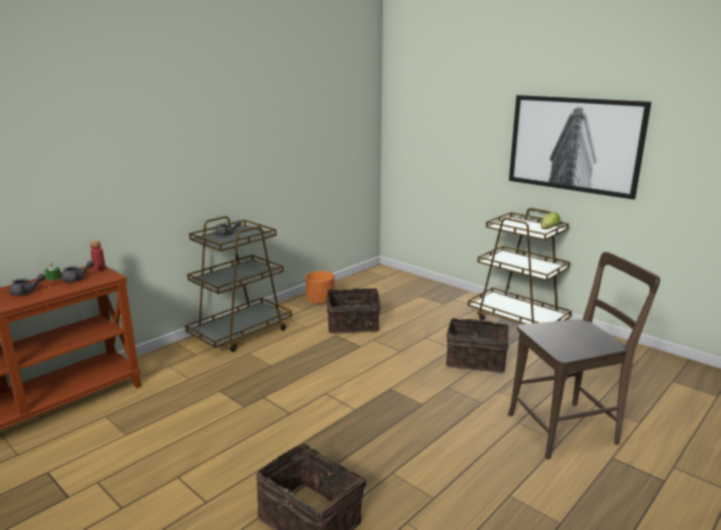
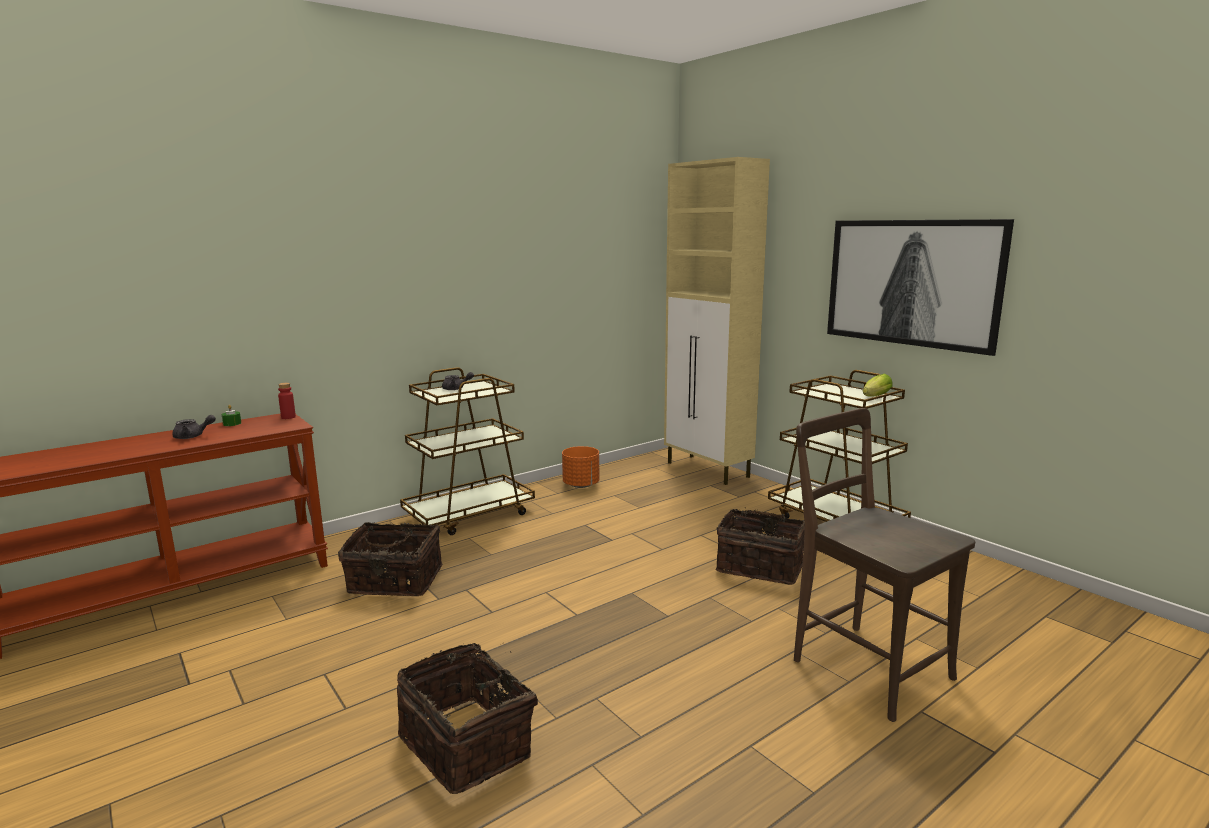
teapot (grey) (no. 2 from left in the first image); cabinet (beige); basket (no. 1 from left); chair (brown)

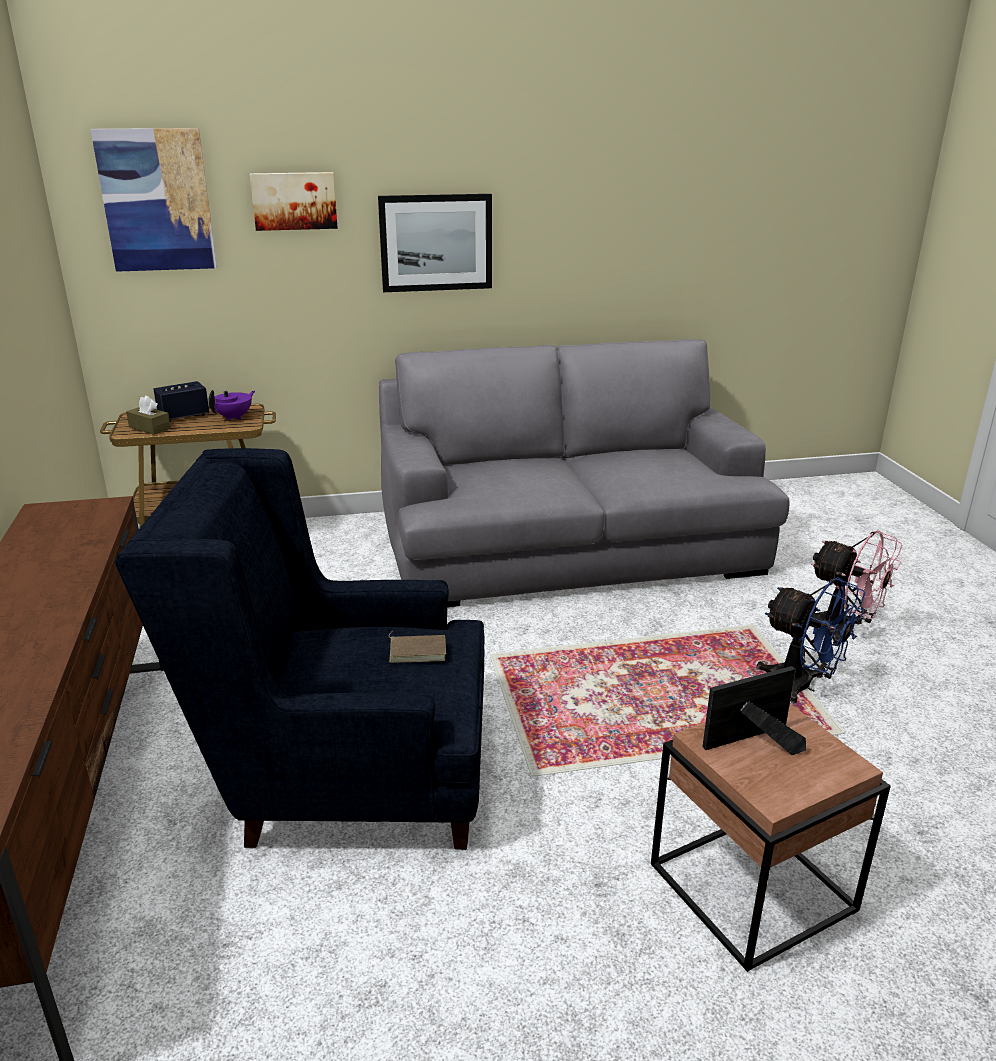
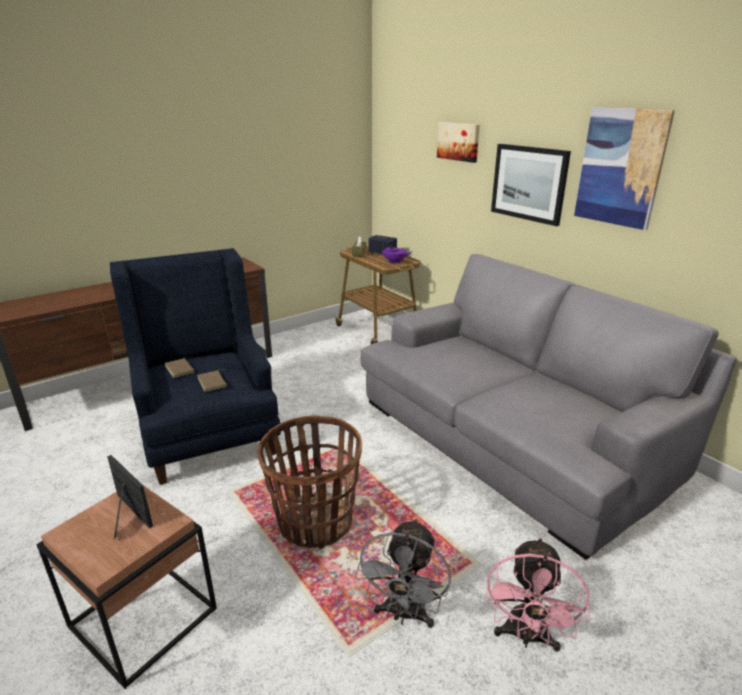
book (brown) (no. 1 from left); basket; picture (no. 3 from left); fan (grey)

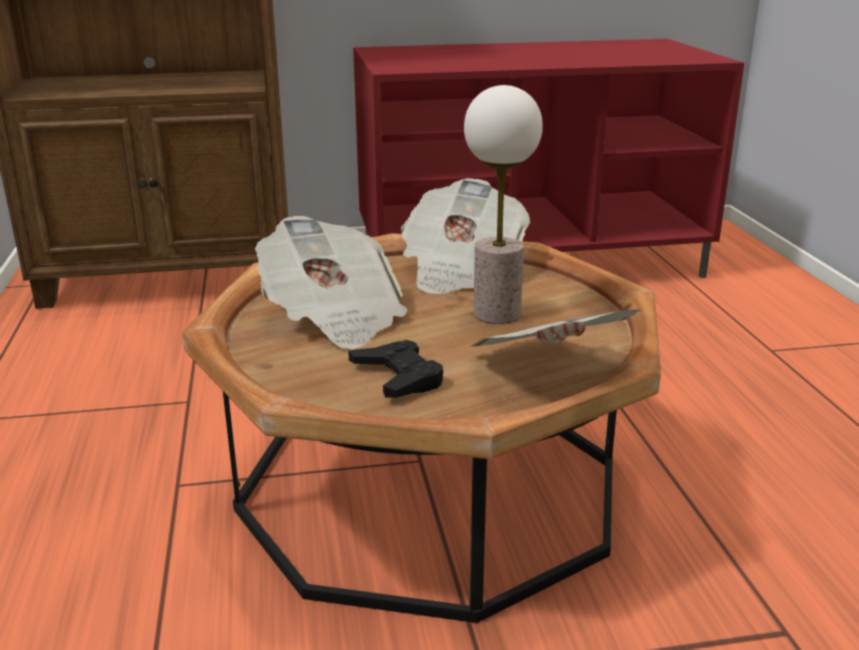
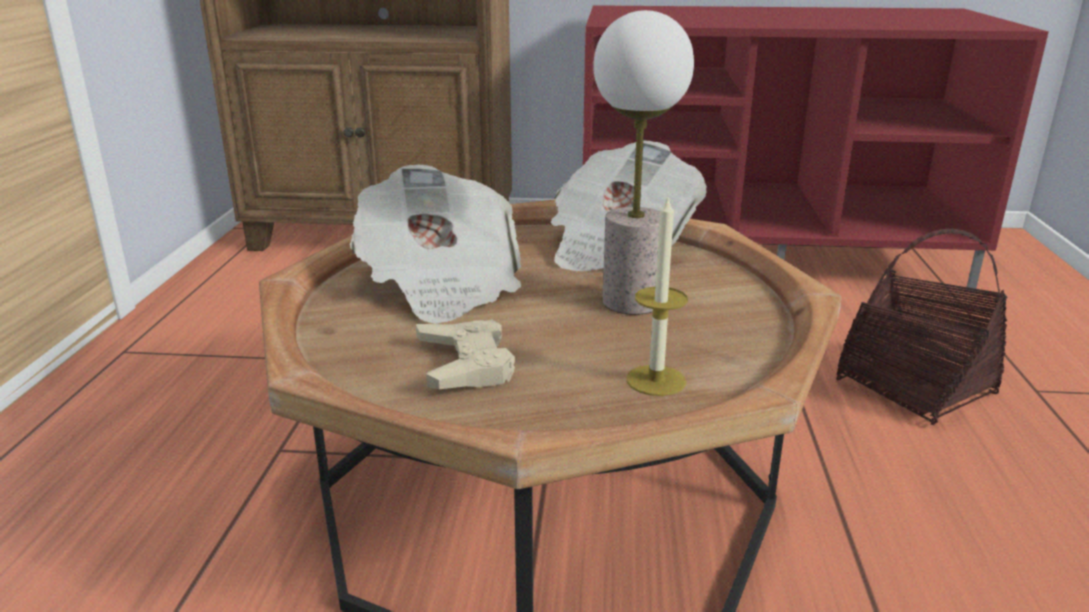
basket; candle; game controller (beige)

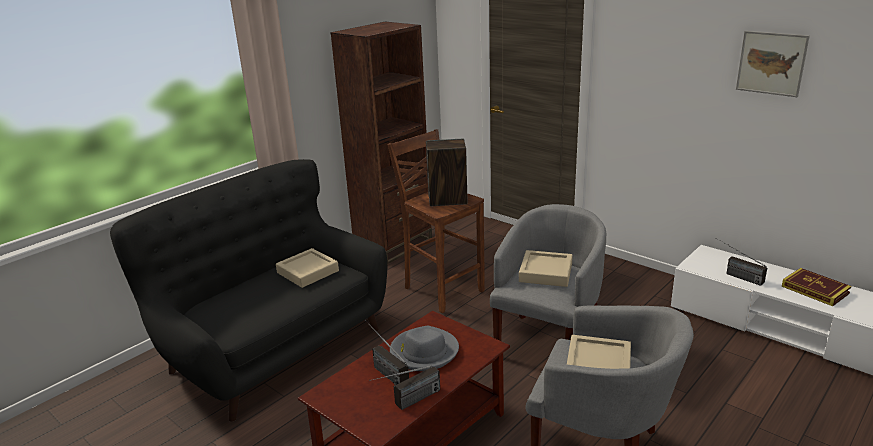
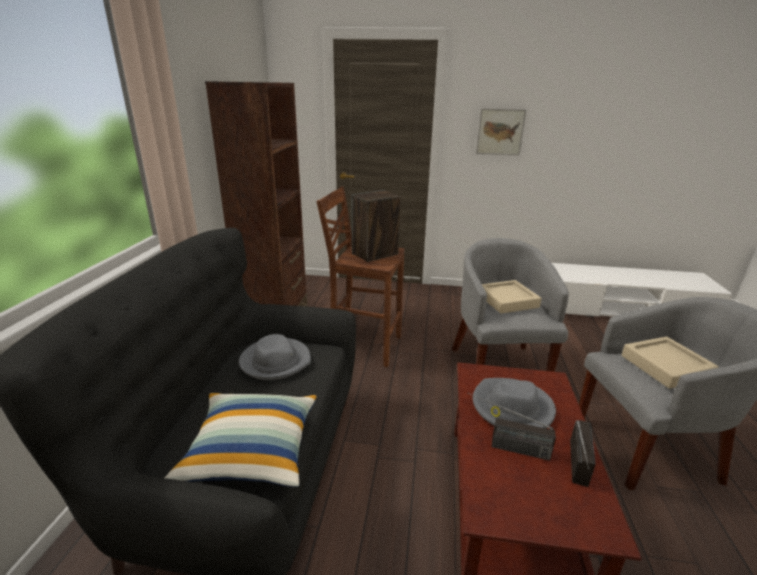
radio (no. 3 from left in the first image); book; pillow; picture; hat (grey) (no. 1 from left)

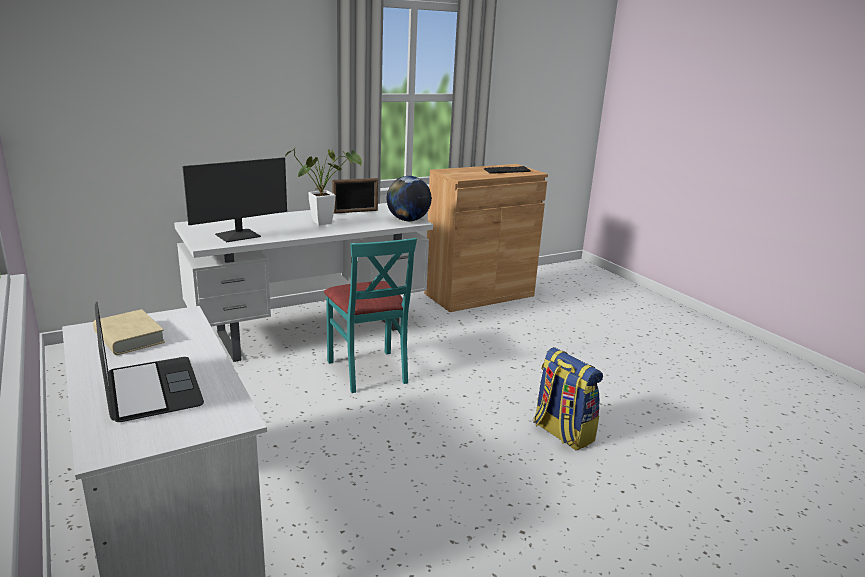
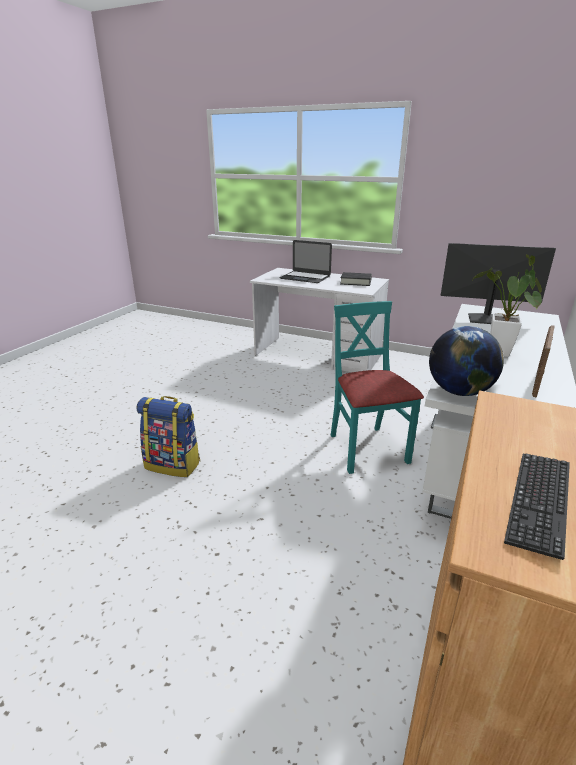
book (black); monitor; chair (turquoise)

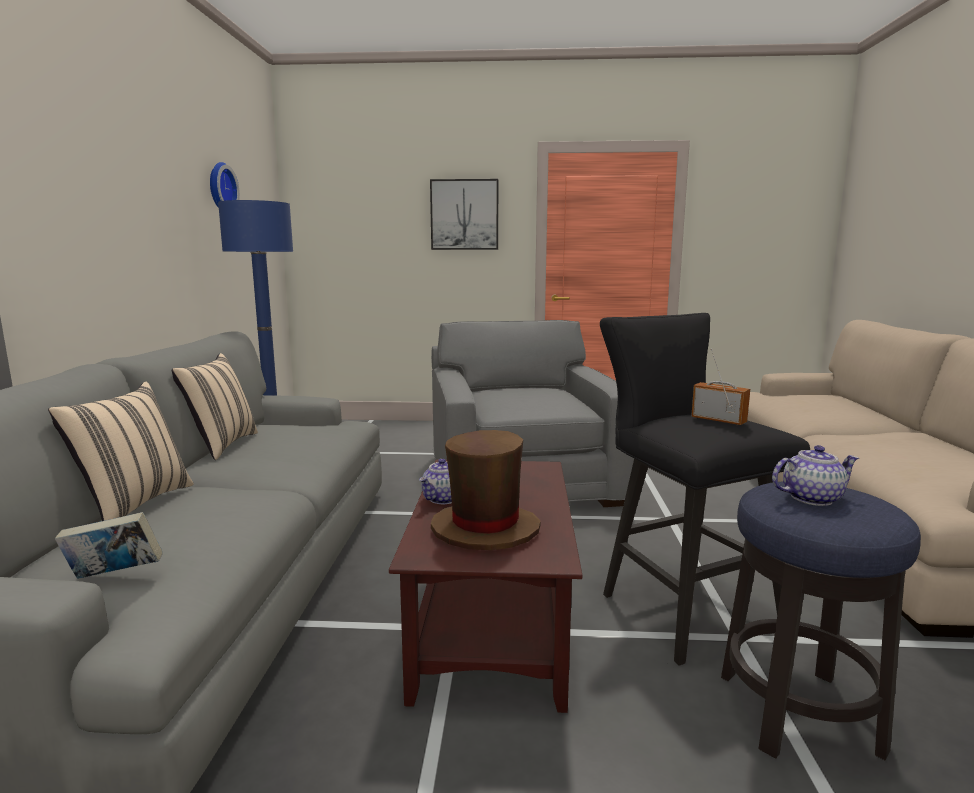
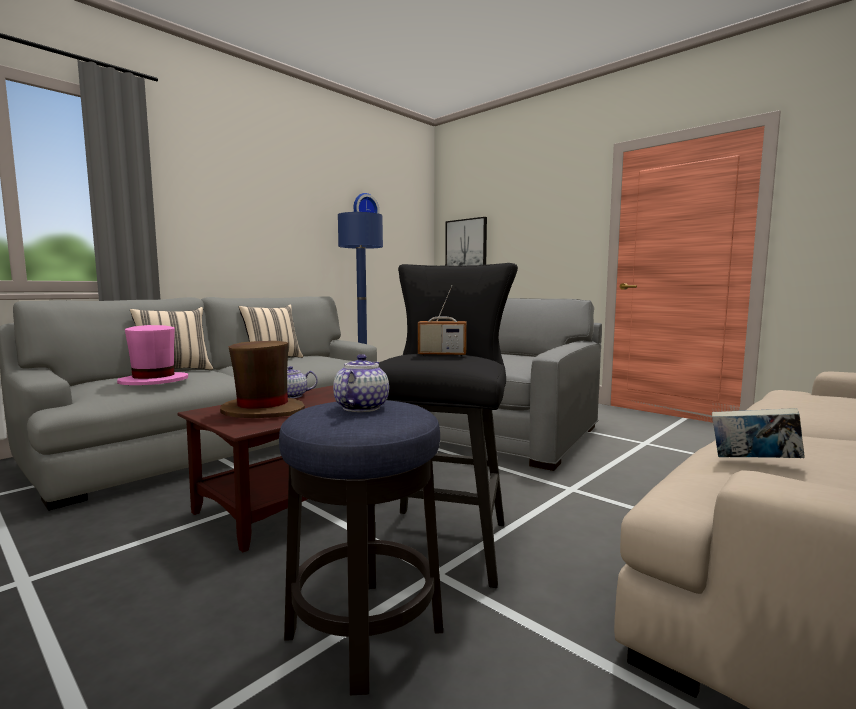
hat (pink); book; picture; radio; teapot (no. 2 from left)

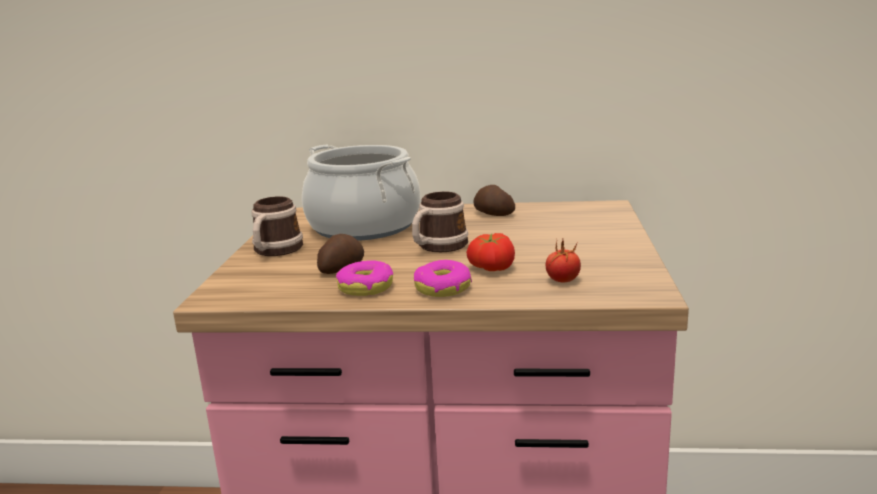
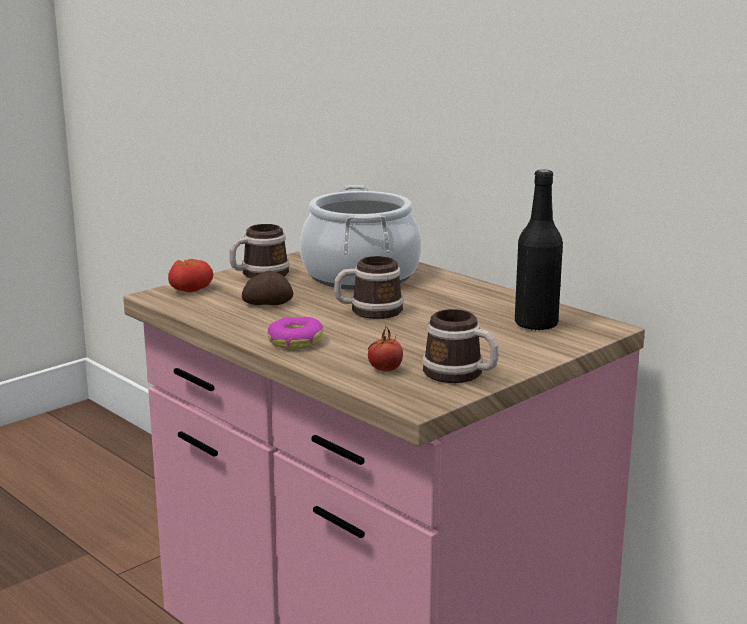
donut (no. 1 from left in the first image); potato (no. 2 from left in the first image); mug (no. 3 from left); bottle (black); tomato (no. 1 from left)

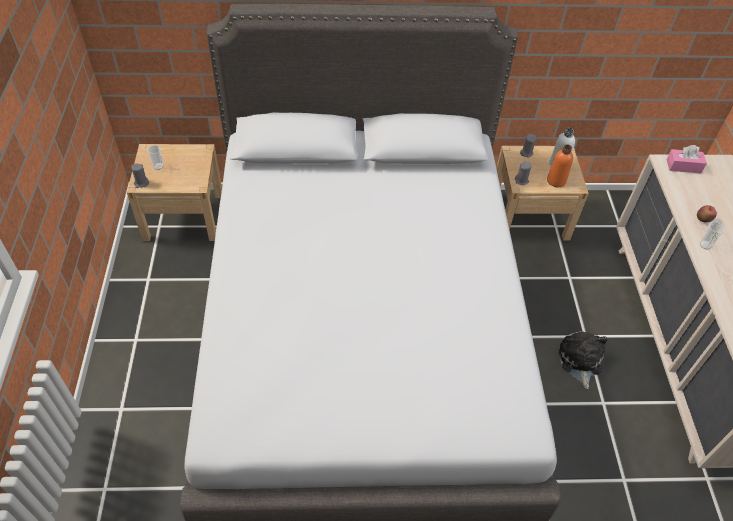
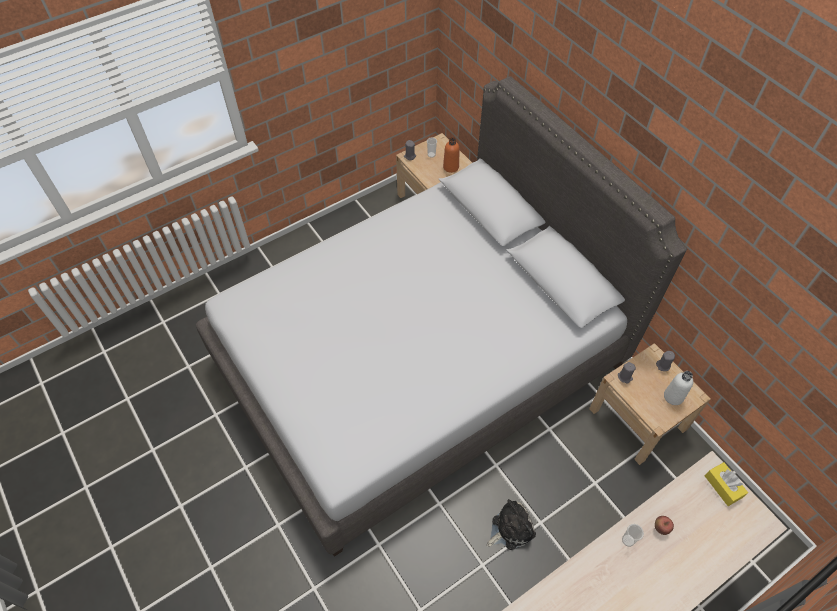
bottle (orange); tissue box (yellow)

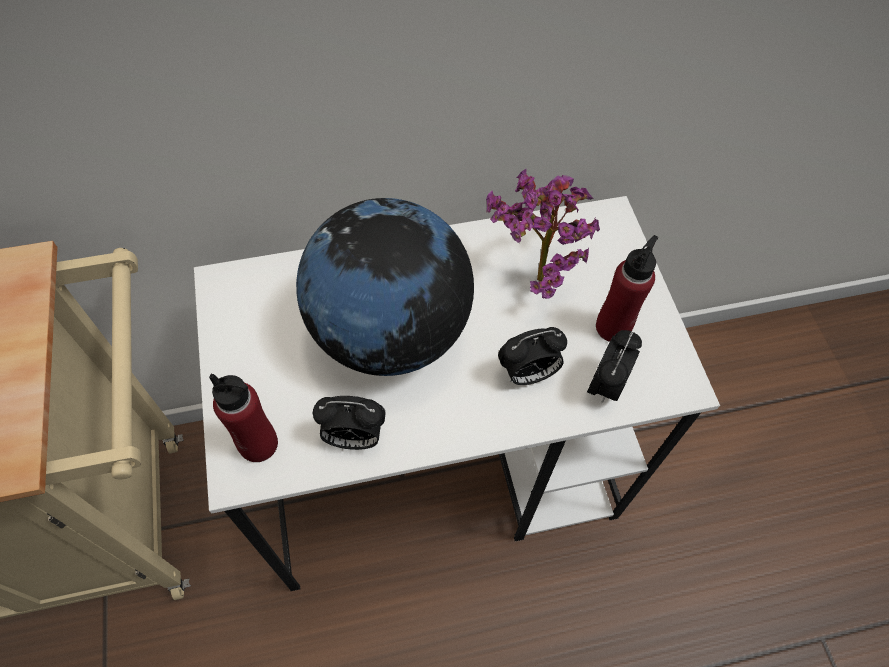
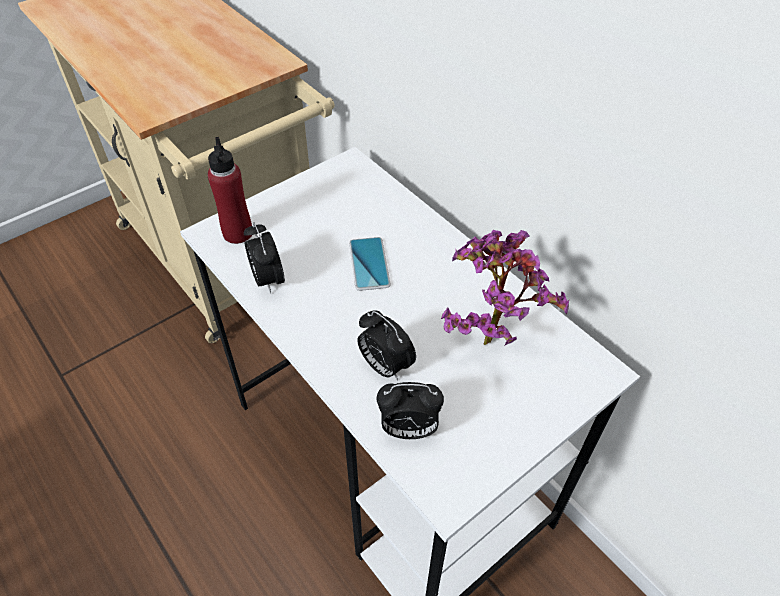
bottle (red) (no. 2 from left in the first image); phone

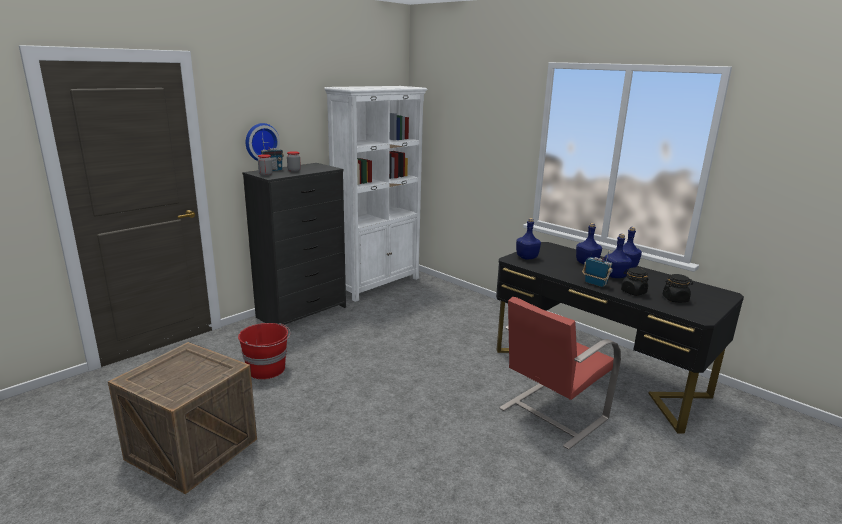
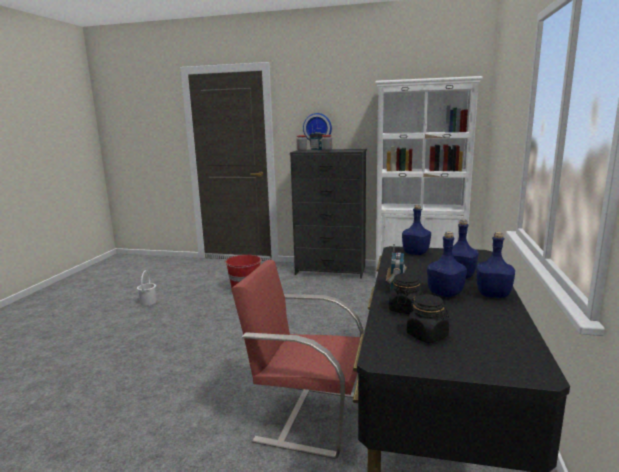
bucket (white)

